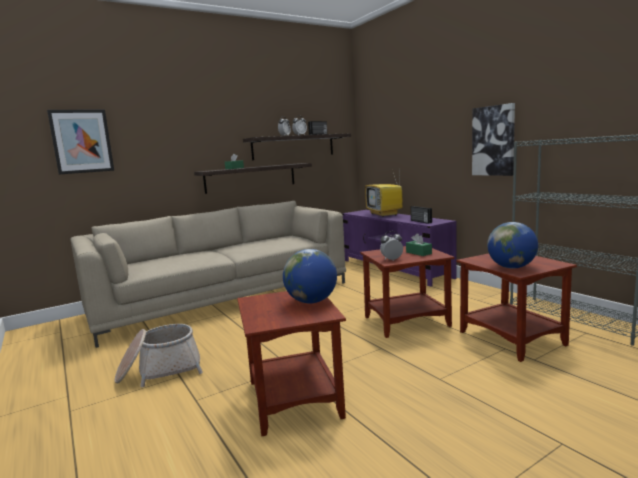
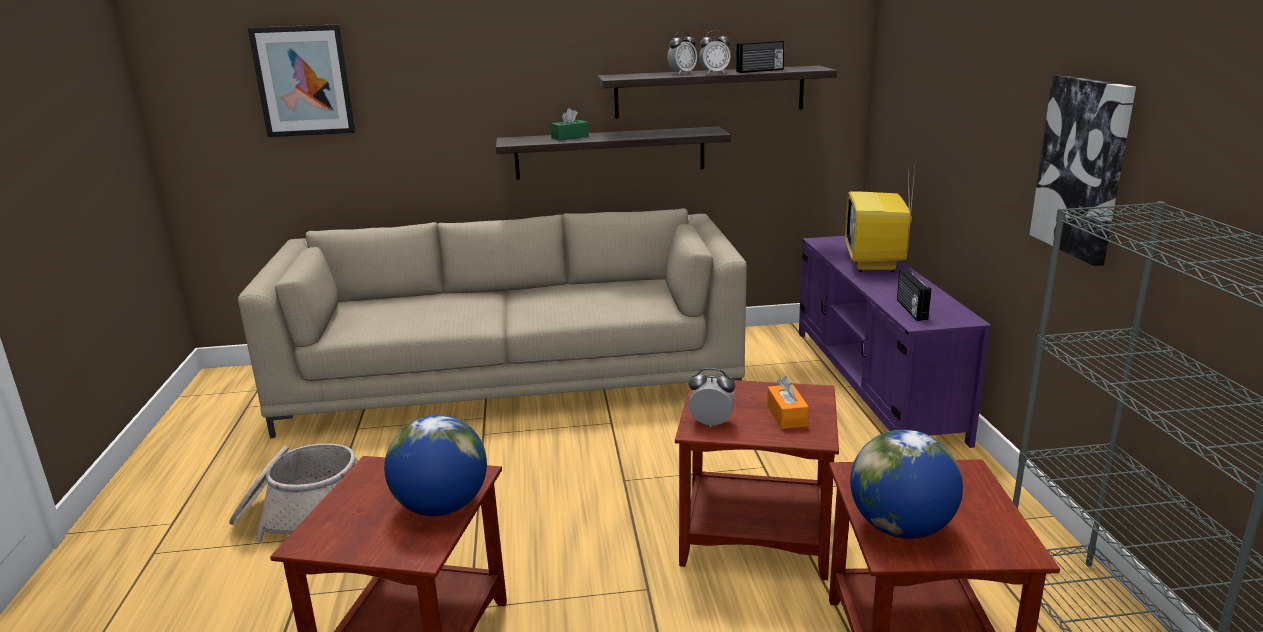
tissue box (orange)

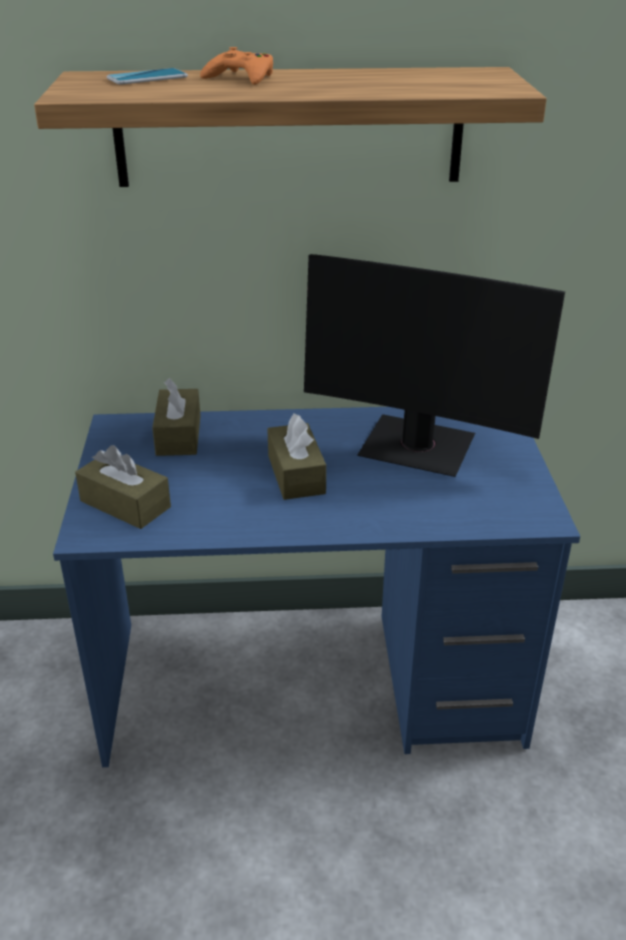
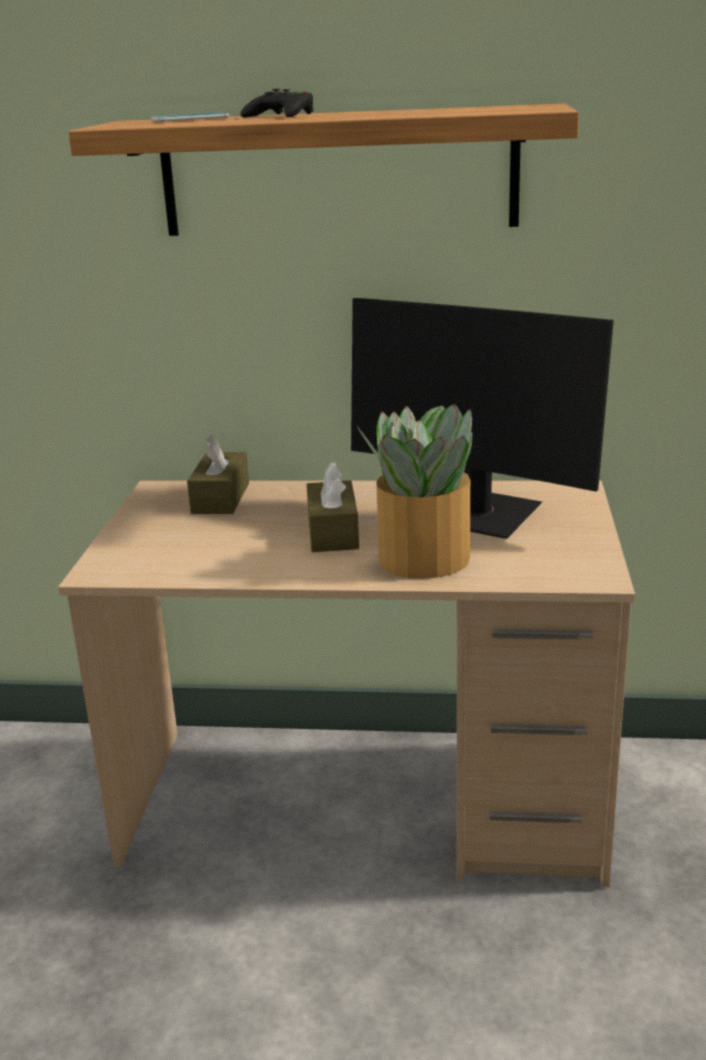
tissue box (brown) (no. 1 from left in the first image); potted plant; desk (beige); game controller (black)

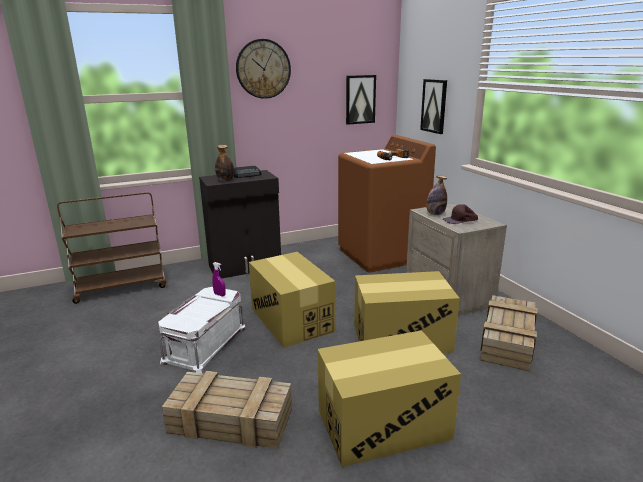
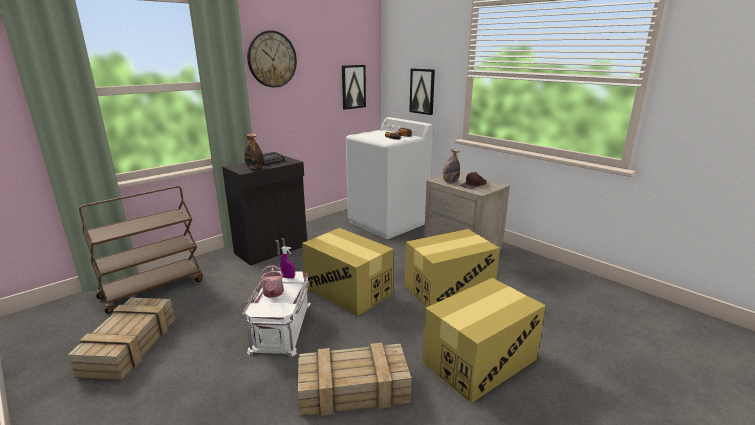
watering can; crate (no. 1 from left); washing machine (white)

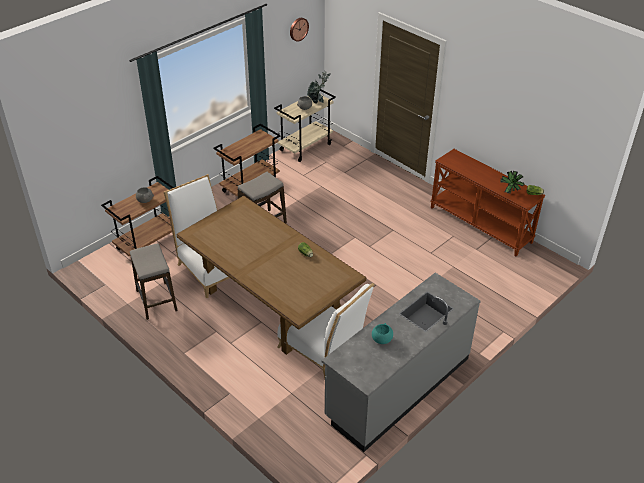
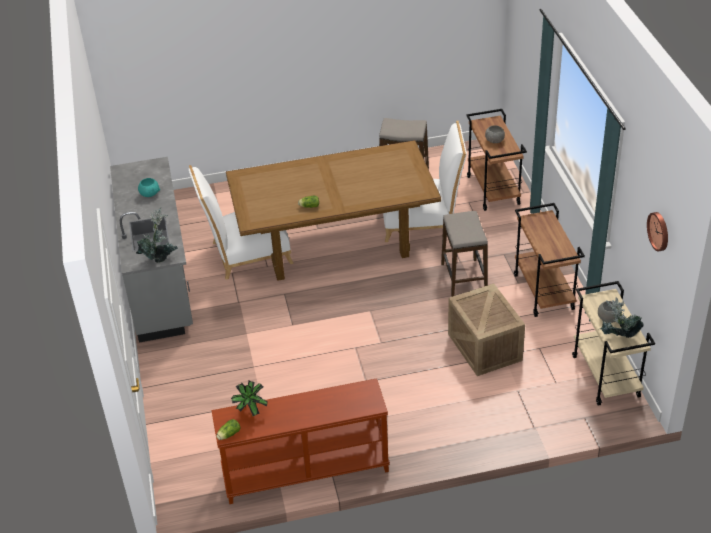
potted plant (no. 1 from left); crate

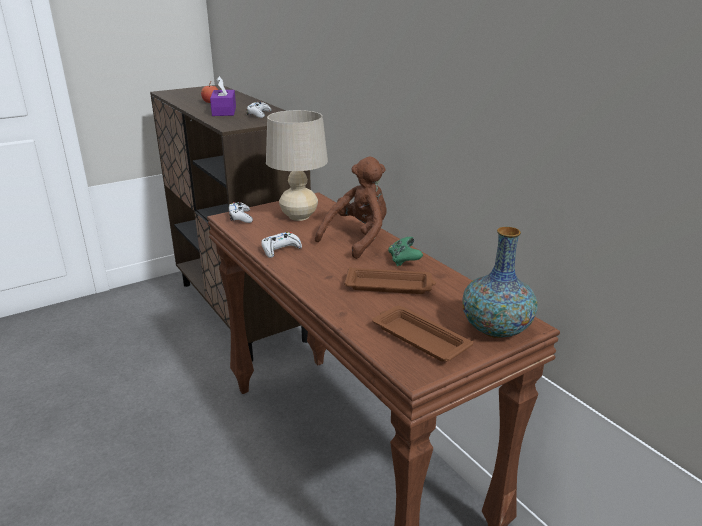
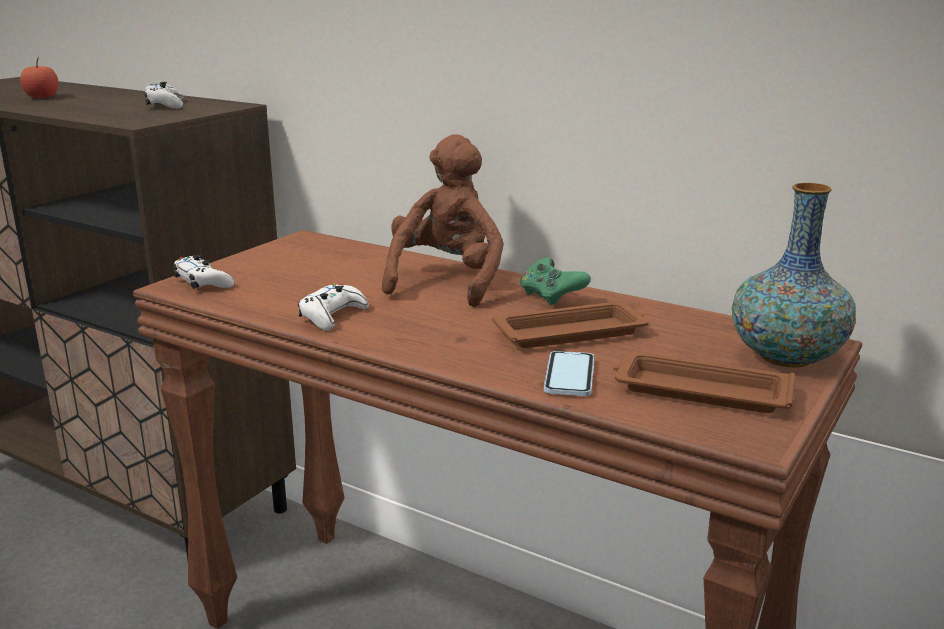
tissue box (purple); table lamp (beige); phone

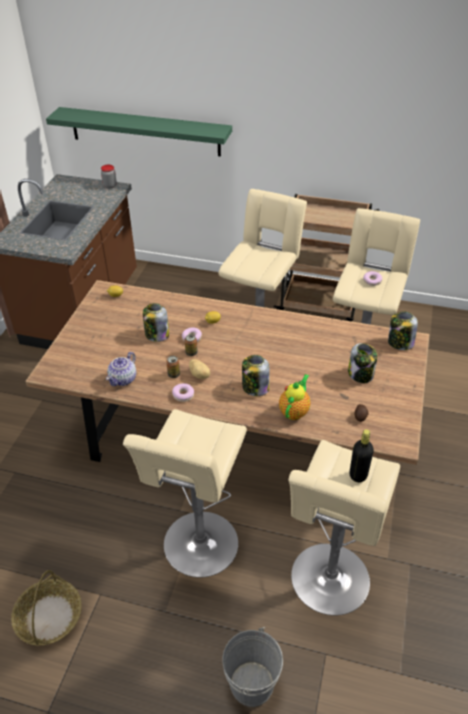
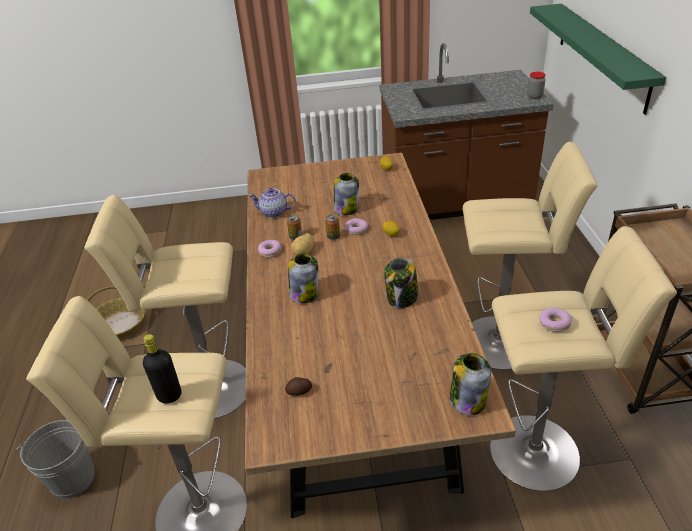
teapot (no. 2 from left in the first image); jar (no. 3 from left)

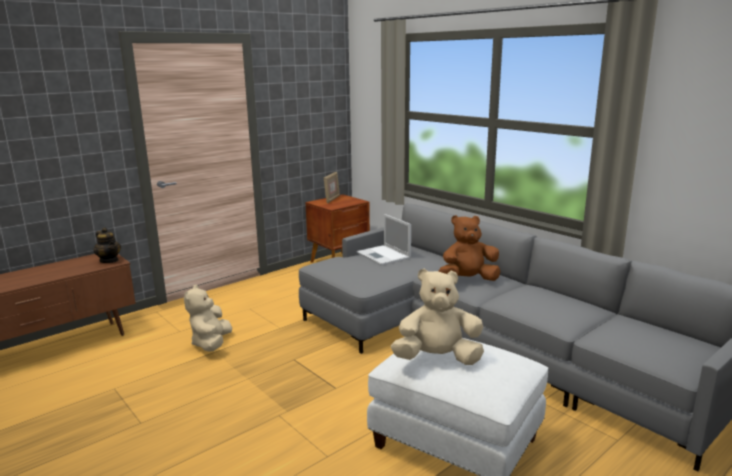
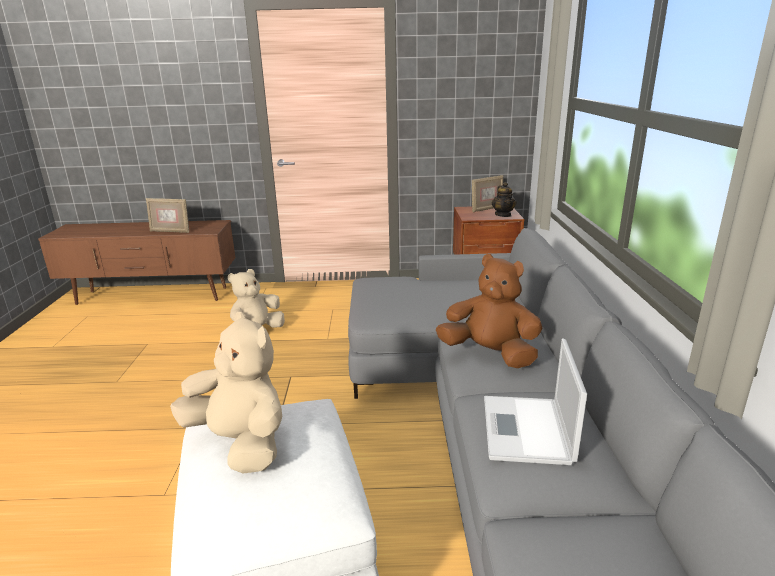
picture frame (no. 1 from left); teapot; laptop

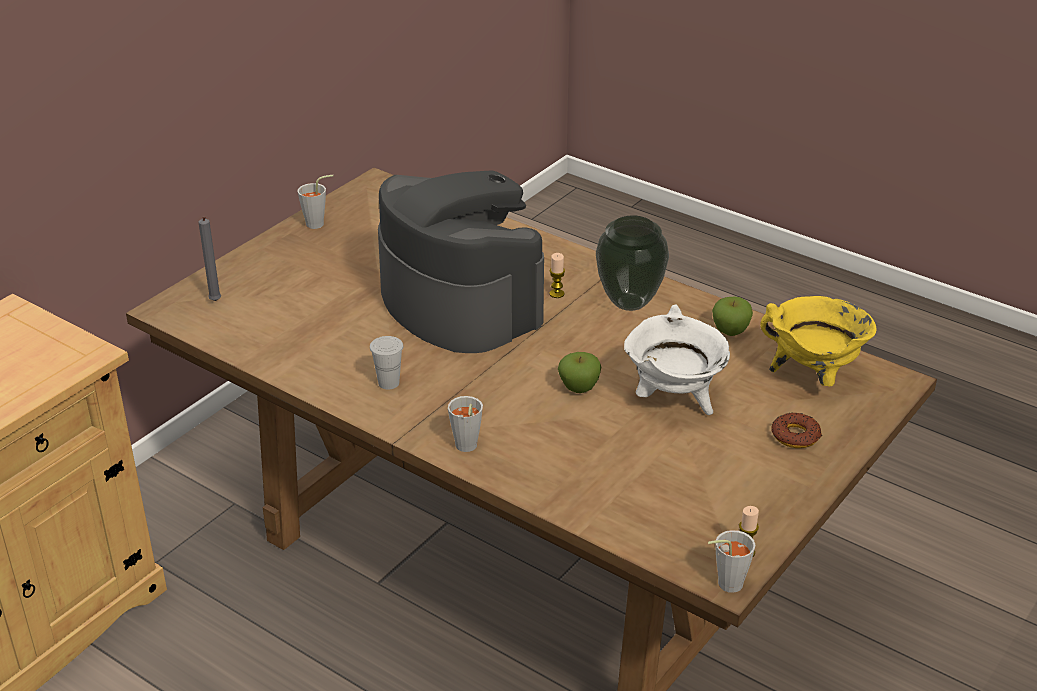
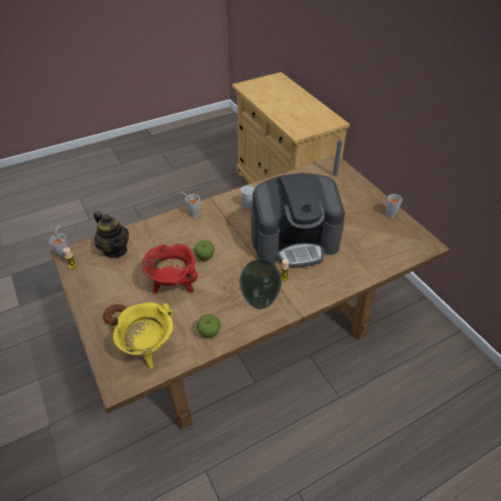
teapot; cooking pot (red)

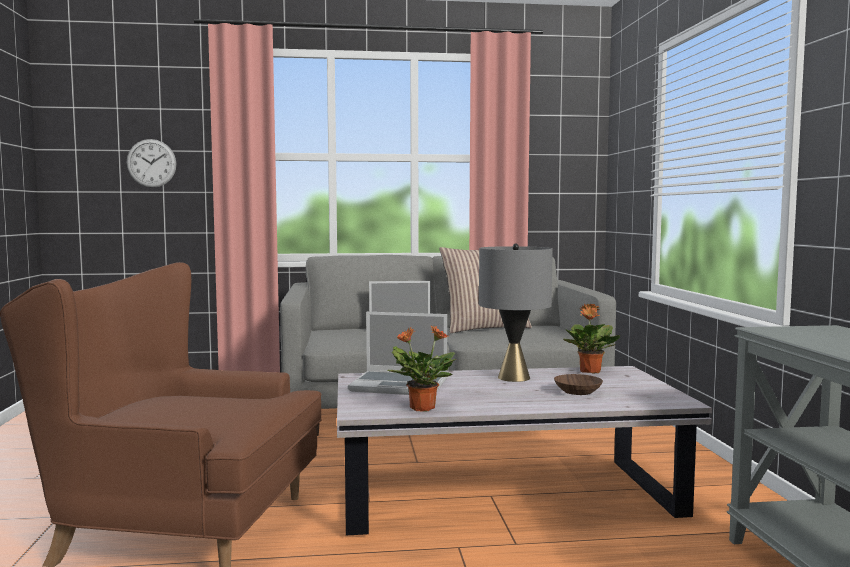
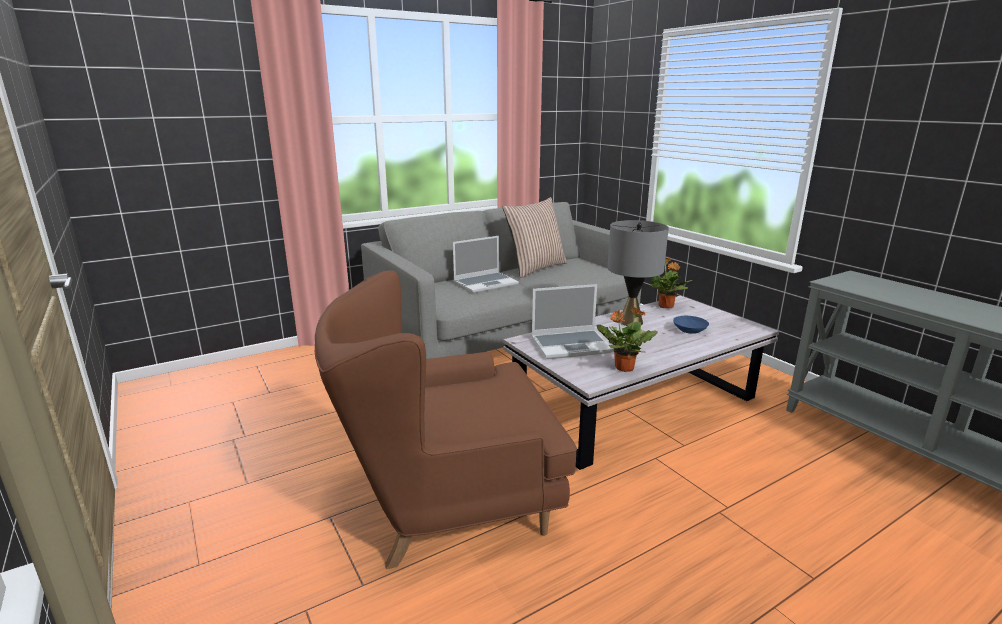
wall clock; bowl (blue)

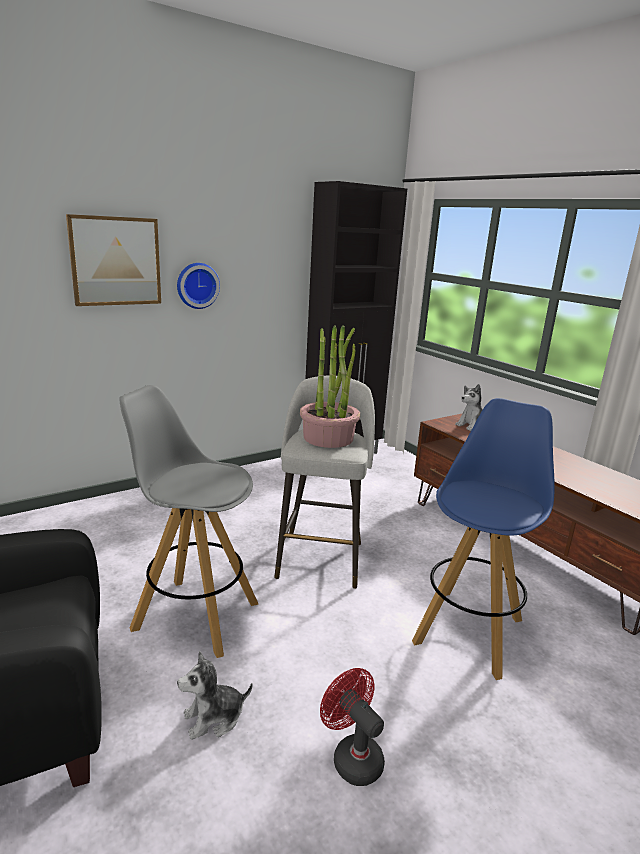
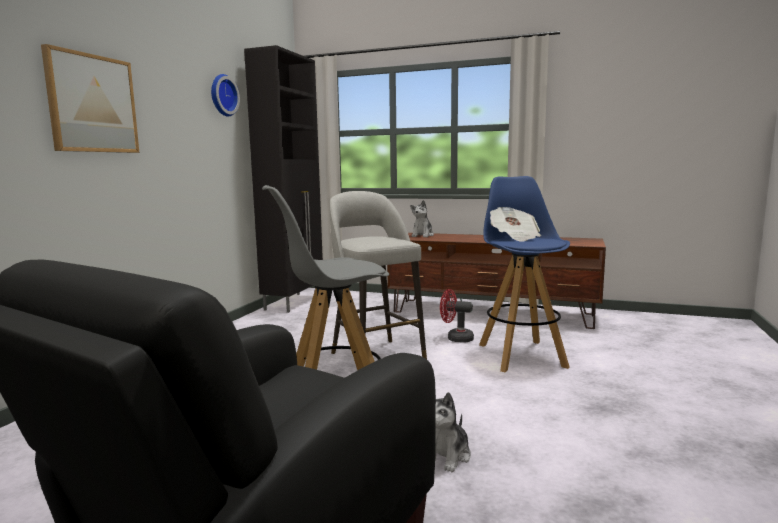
potted plant; newspaper; wall clock; fan (red)

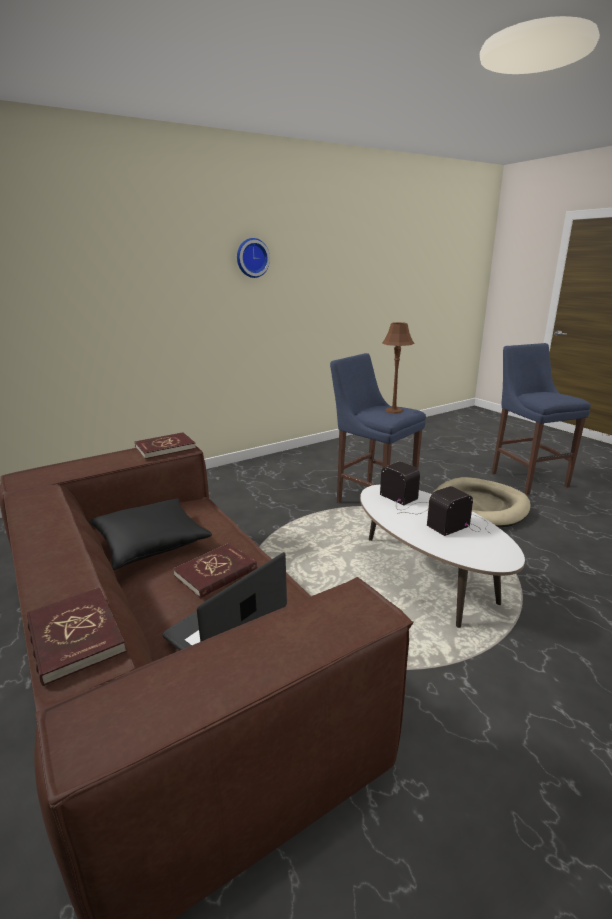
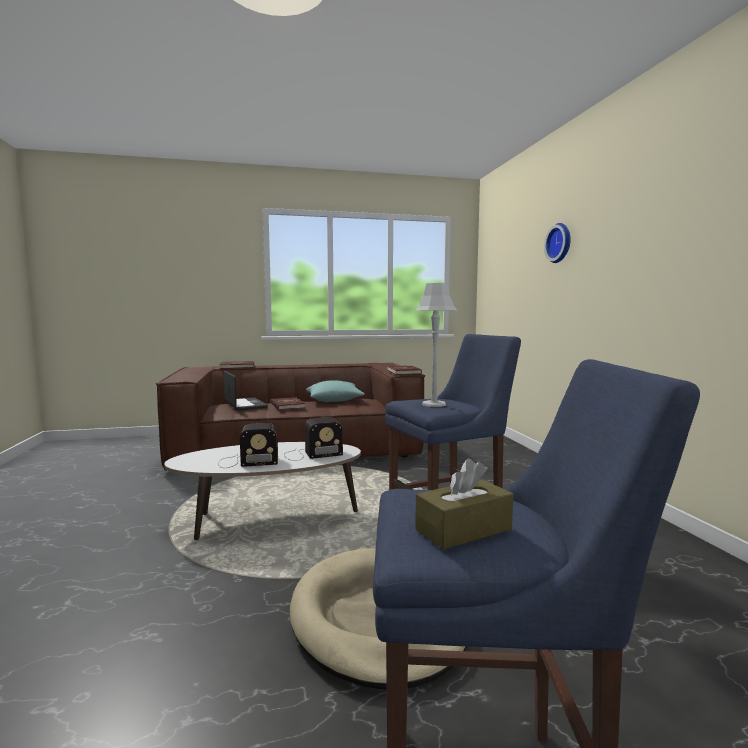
tissue box (brown); wall clock; pillow (turquoise); table lamp (grey); radio (no. 1 from left)

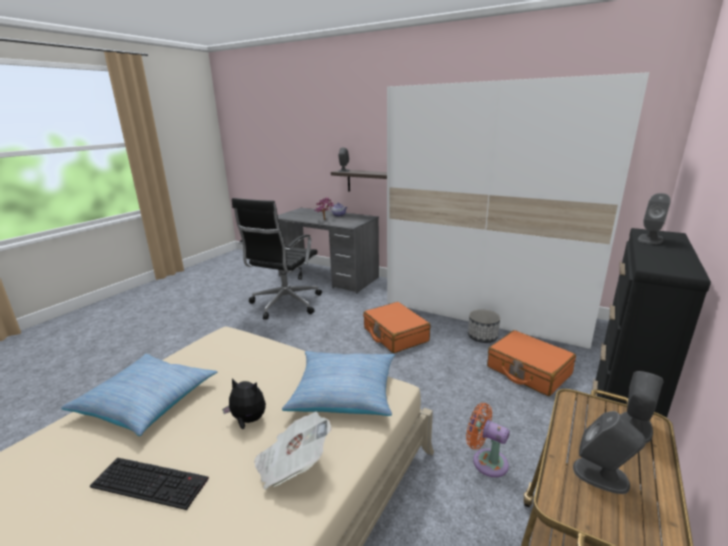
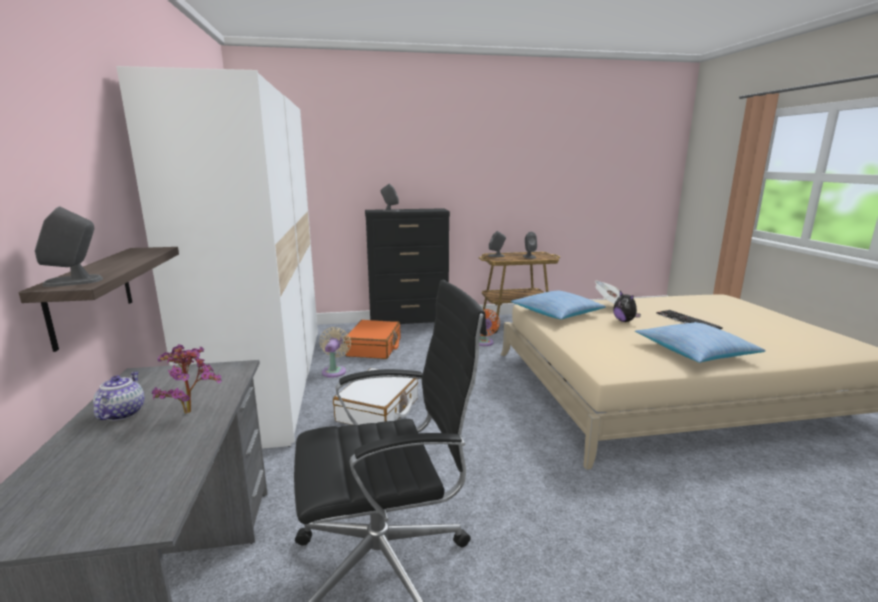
fan (beige); suitcase (white)

